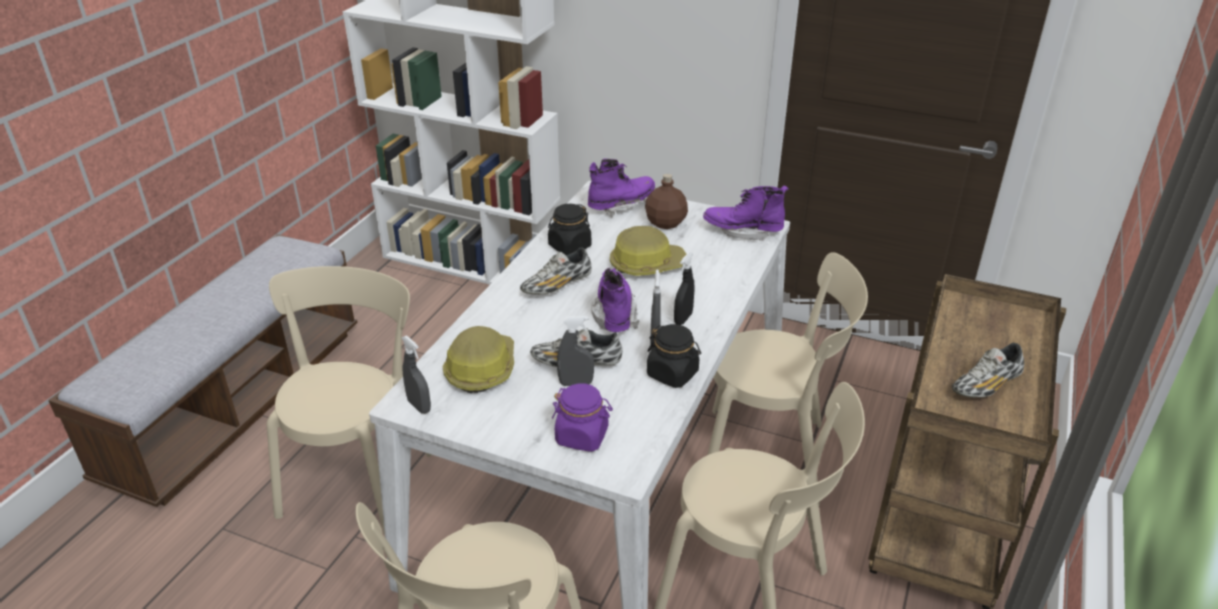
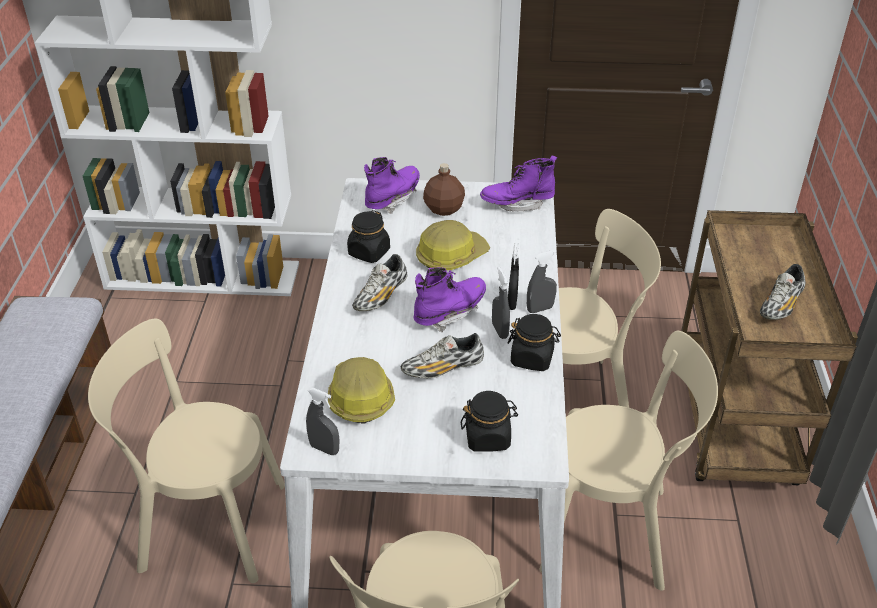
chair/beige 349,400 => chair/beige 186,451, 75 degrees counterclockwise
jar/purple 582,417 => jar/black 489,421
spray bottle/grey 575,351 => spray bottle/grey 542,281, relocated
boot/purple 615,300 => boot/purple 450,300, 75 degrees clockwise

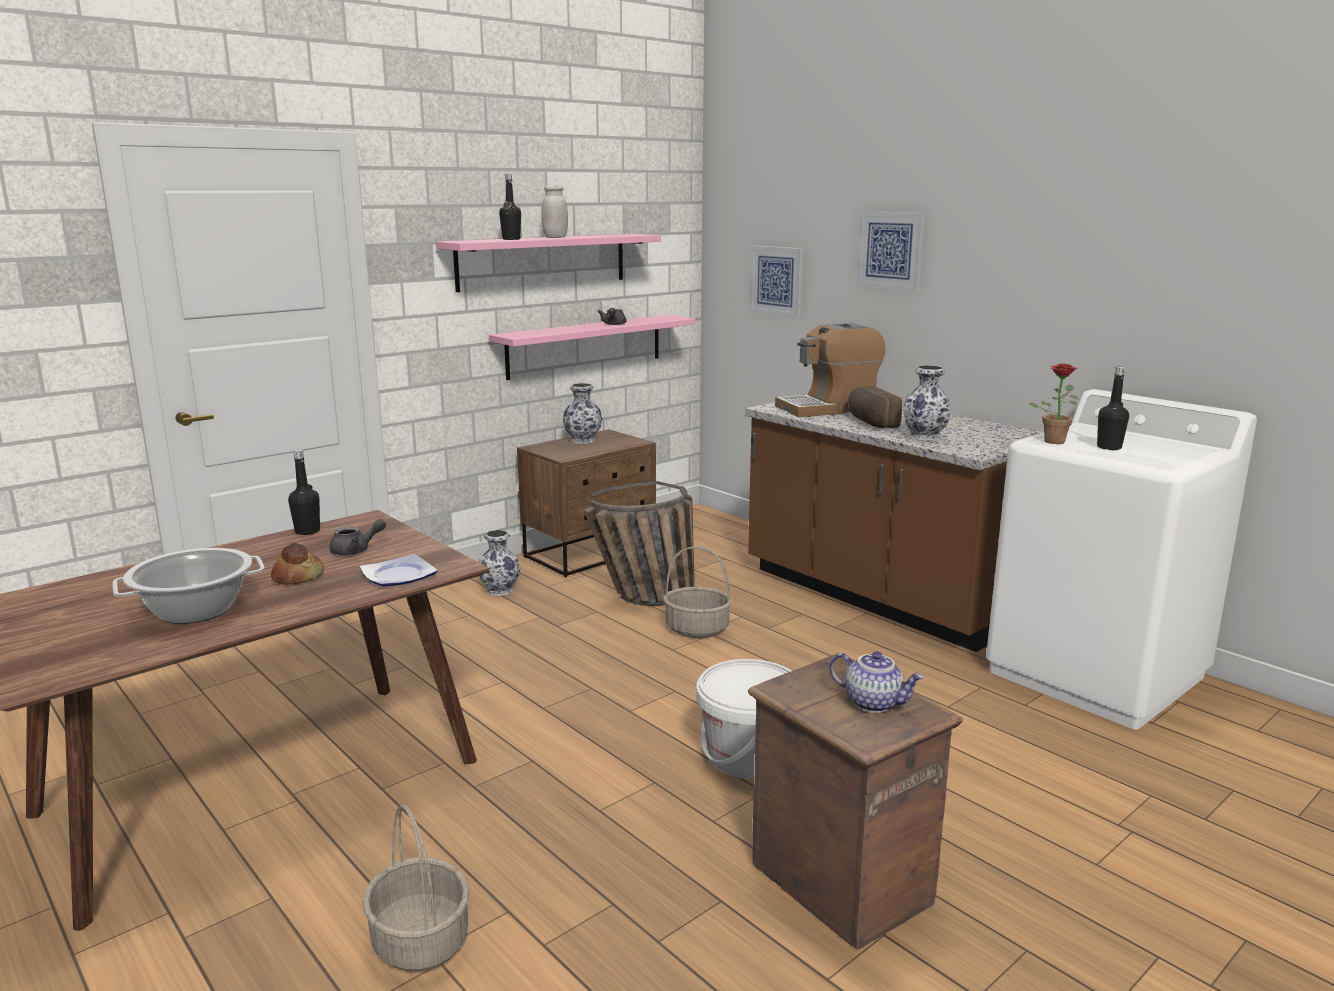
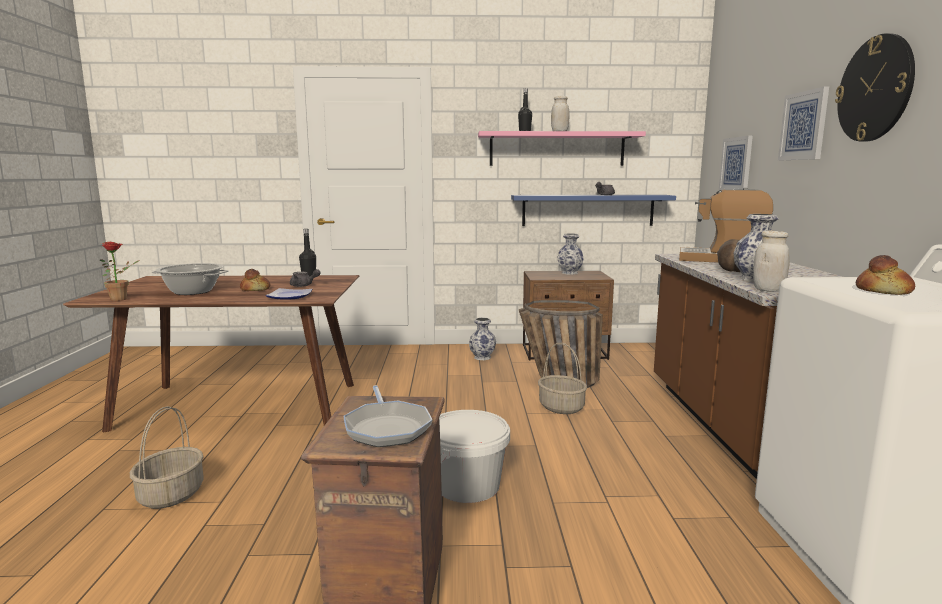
shelf/pink 592,347 => shelf/blue 593,210
teapot 876,682 => frying pan 388,416
potted plant 1053,403 => potted plant 120,271, relocated
bottle/black 1113,408 => bread 885,275
nothing => jar/white 771,261
nothing => wall clock 875,87

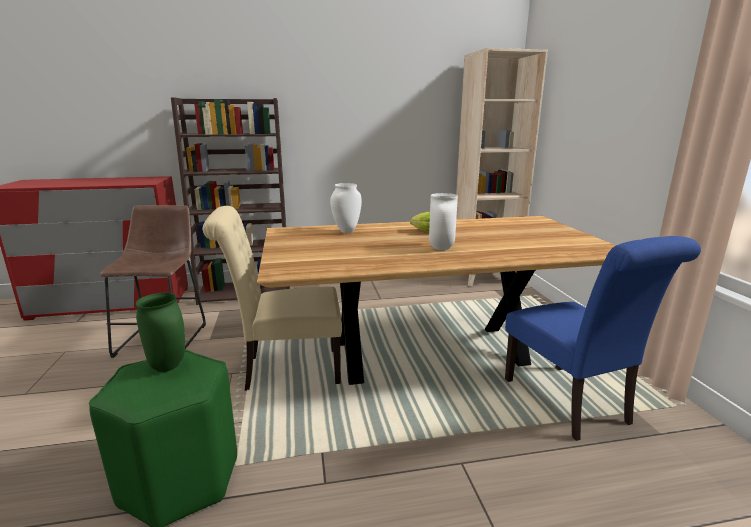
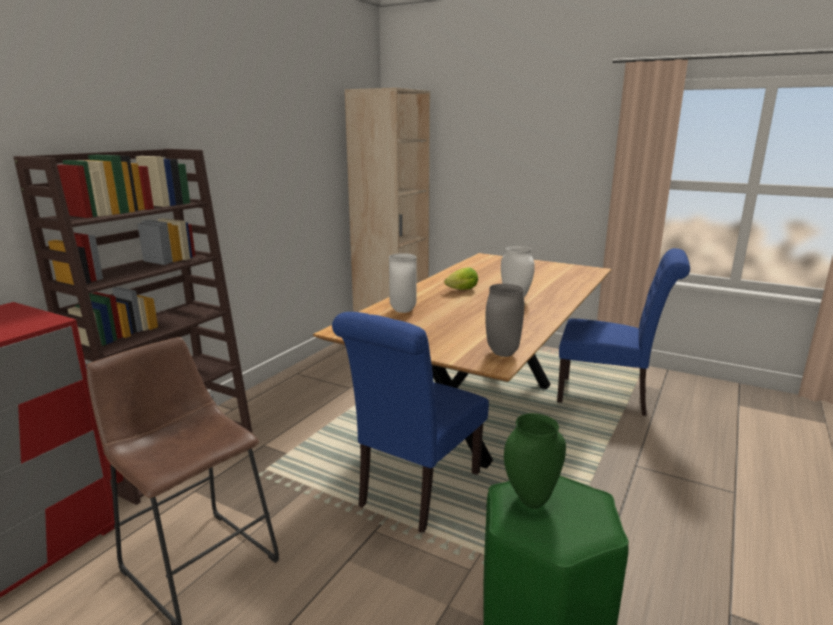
chair/beige 272,298 => chair/blue 410,422
nothing => vase/grey 504,320

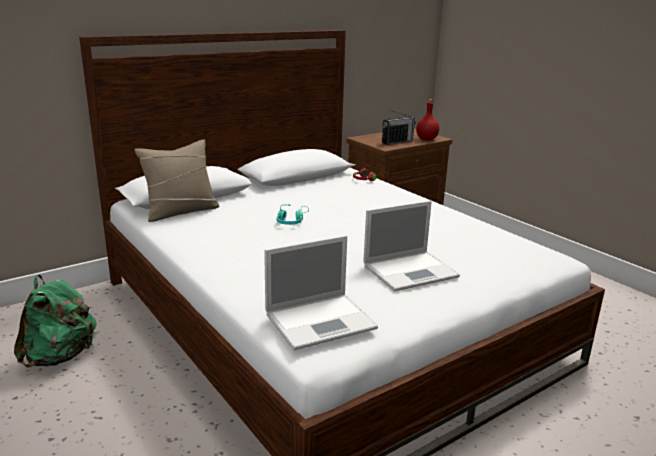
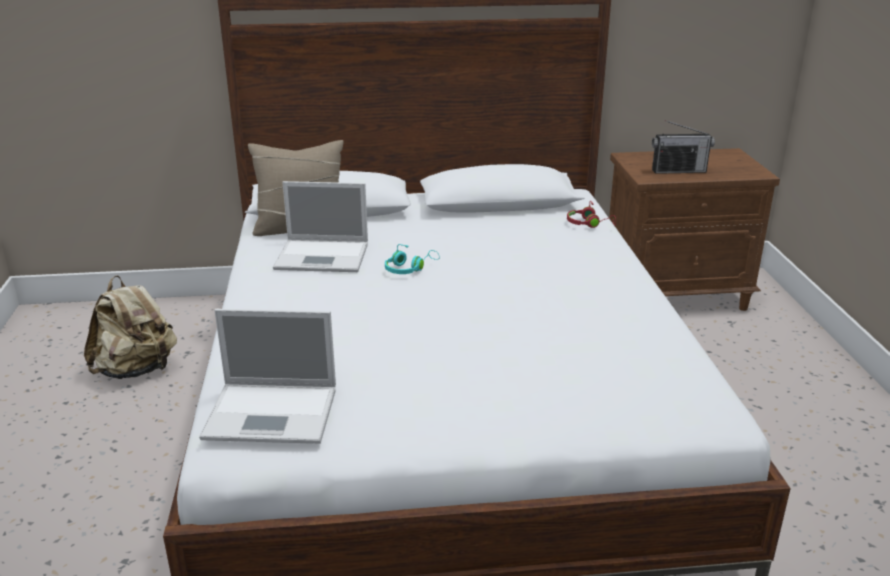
backpack/green 55,321 => backpack/beige 130,327
laptop 411,246 => laptop 320,226, relocated
bottle/red 427,119 => nothing

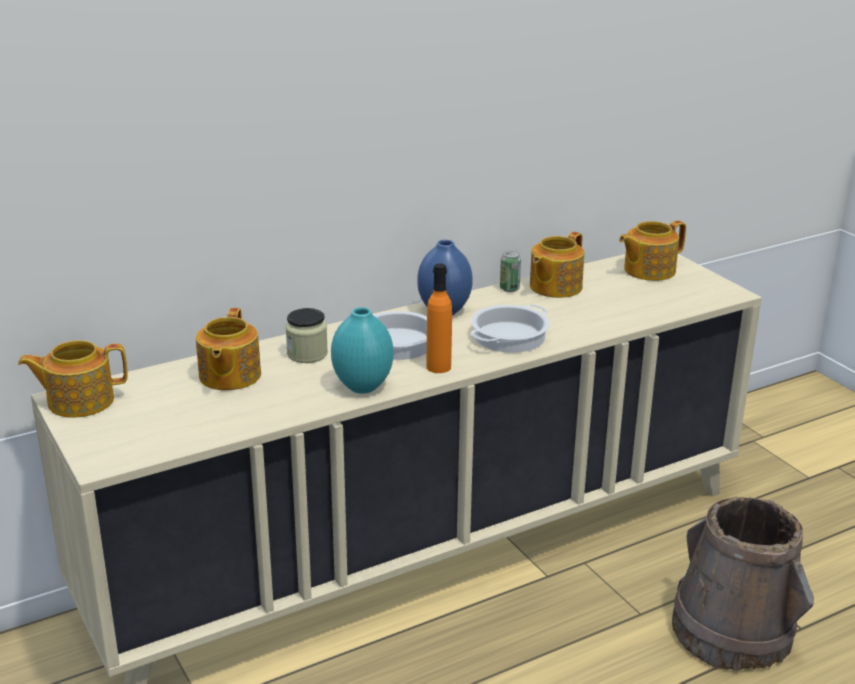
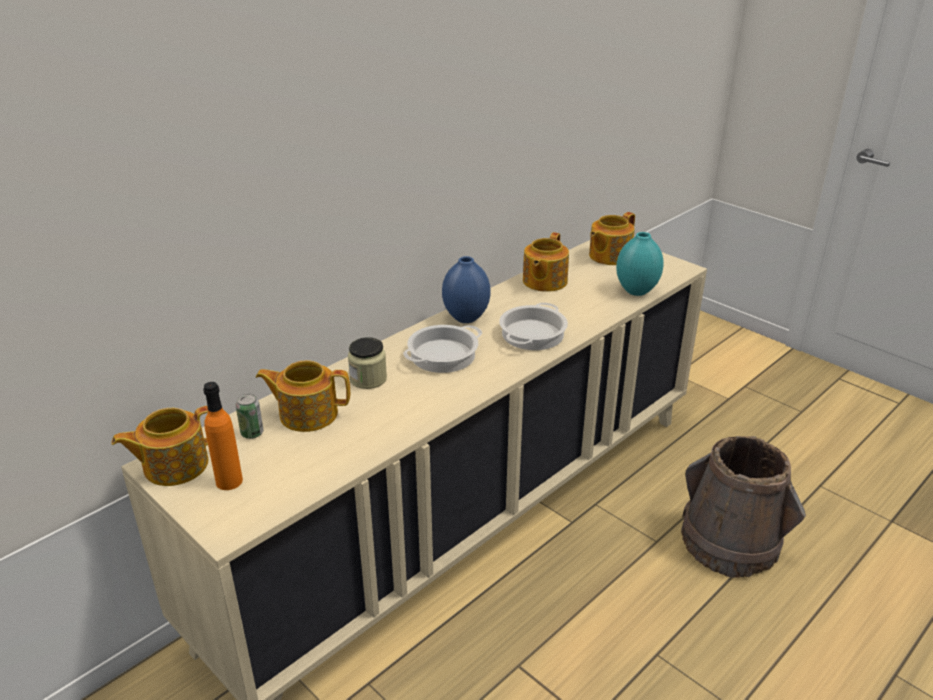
teapot 228,349 => teapot 303,396, 105 degrees clockwise
vase/turquoise 362,350 => vase/turquoise 640,264, relocated
bottle/orange 439,318 => bottle/orange 223,436, relocated
can 510,271 => can 249,416, relocated

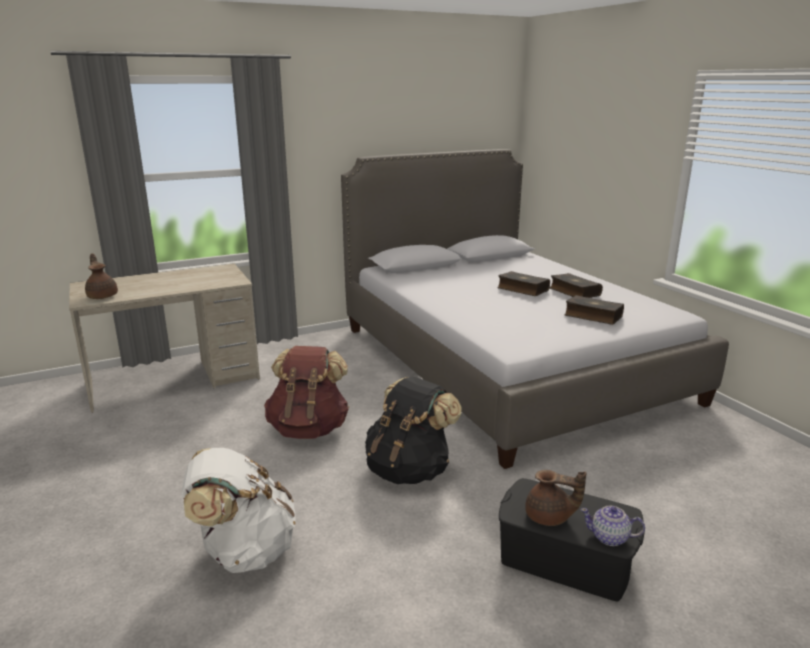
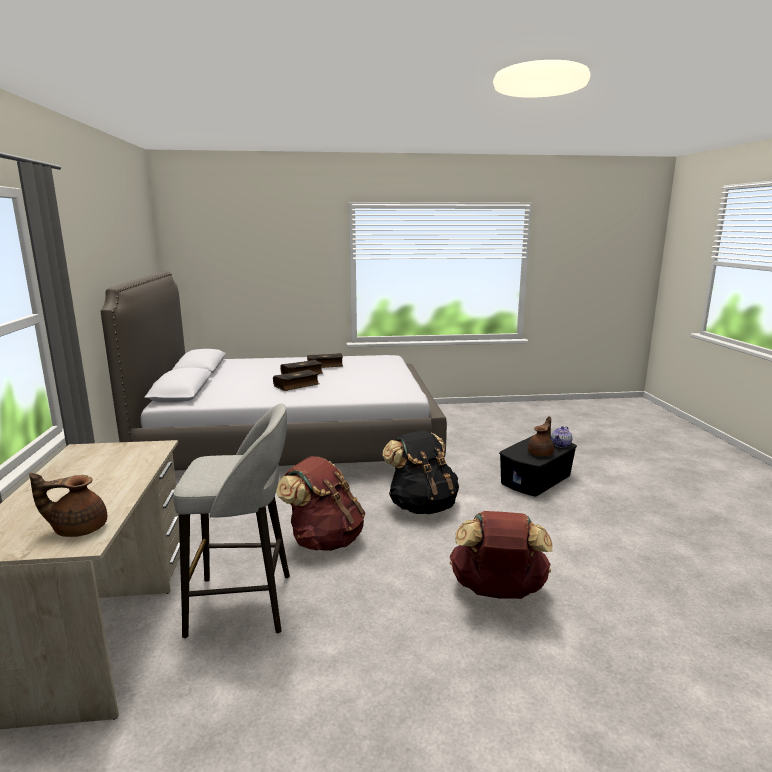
backpack/white 238,510 => backpack/brown 501,555
book 594,310 => book 296,380, relocated
nothing => stool/grey 231,521

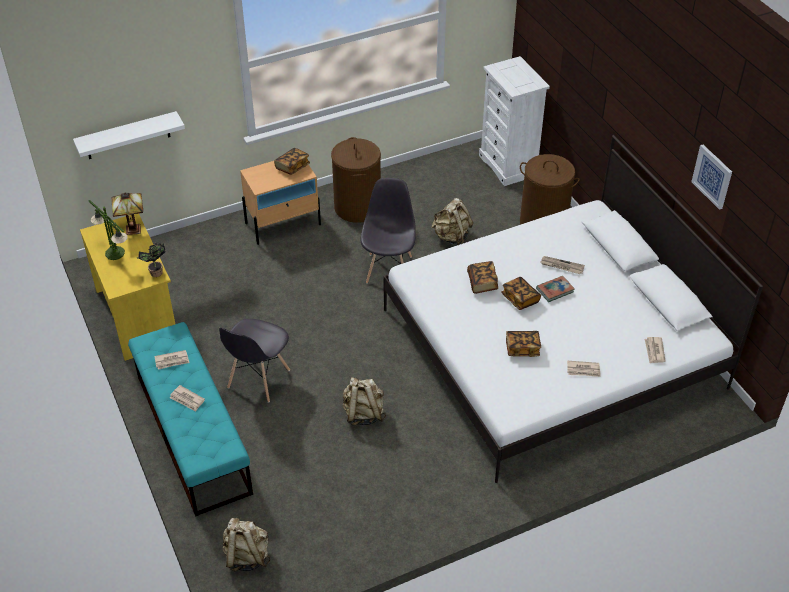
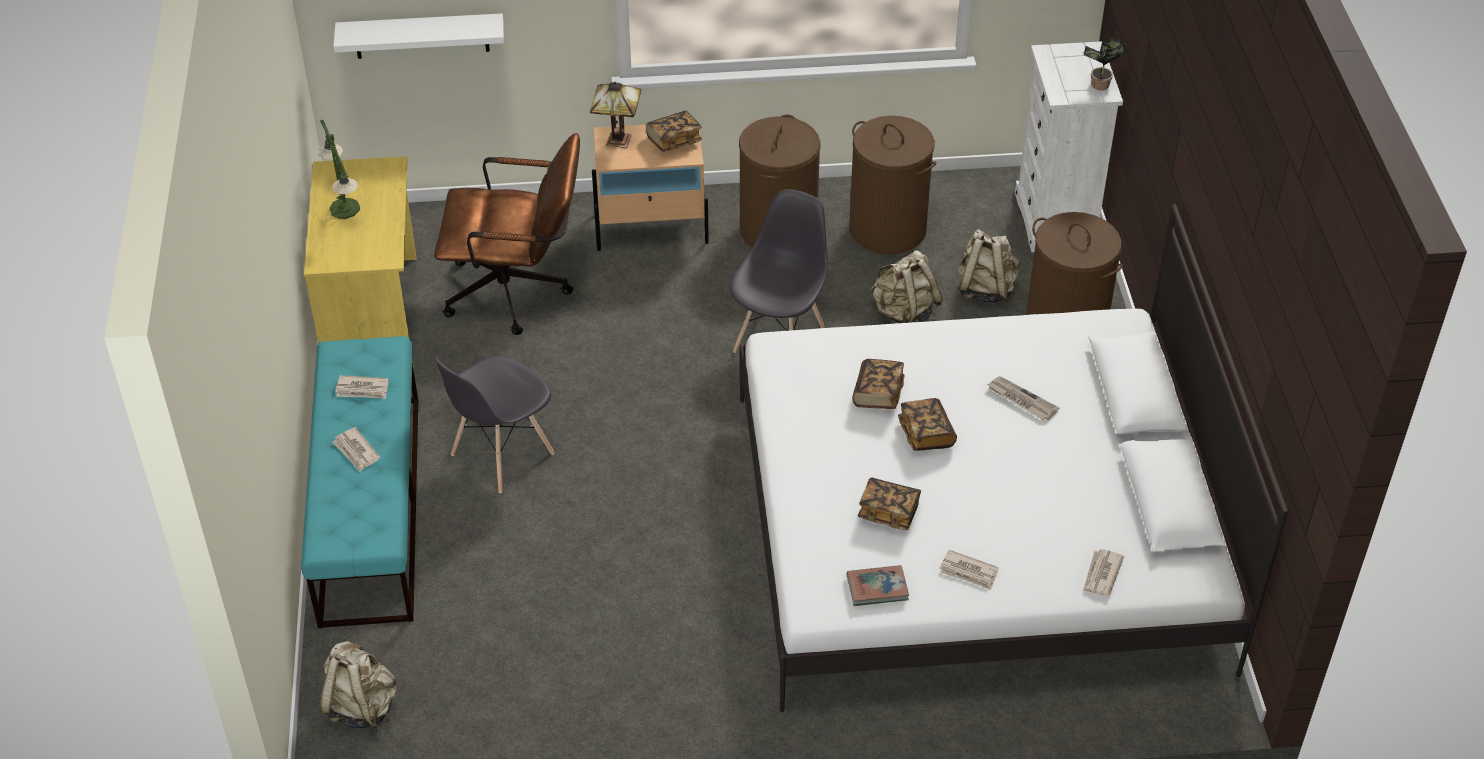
table lamp 127,214 => table lamp 615,115, relocated
potted plant 151,260 => potted plant 1104,64, relocated
backpack/beige 364,401 => backpack/beige 989,266, relocated
book 555,289 => book 878,585, relocated
picture 711,177 => nothing
nothing => office chair/brown 507,234
nothing => laundry basket/brown 893,185

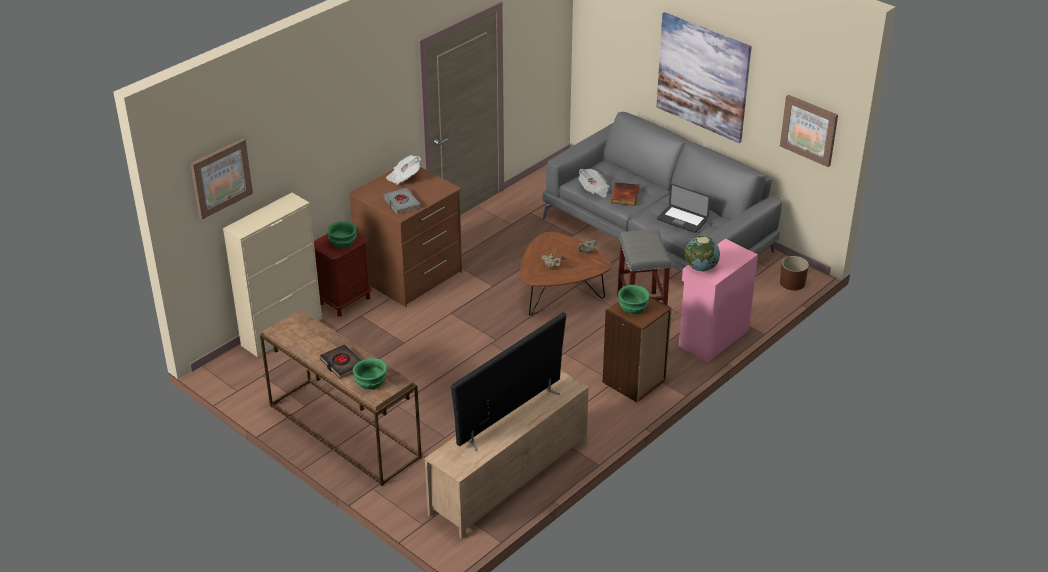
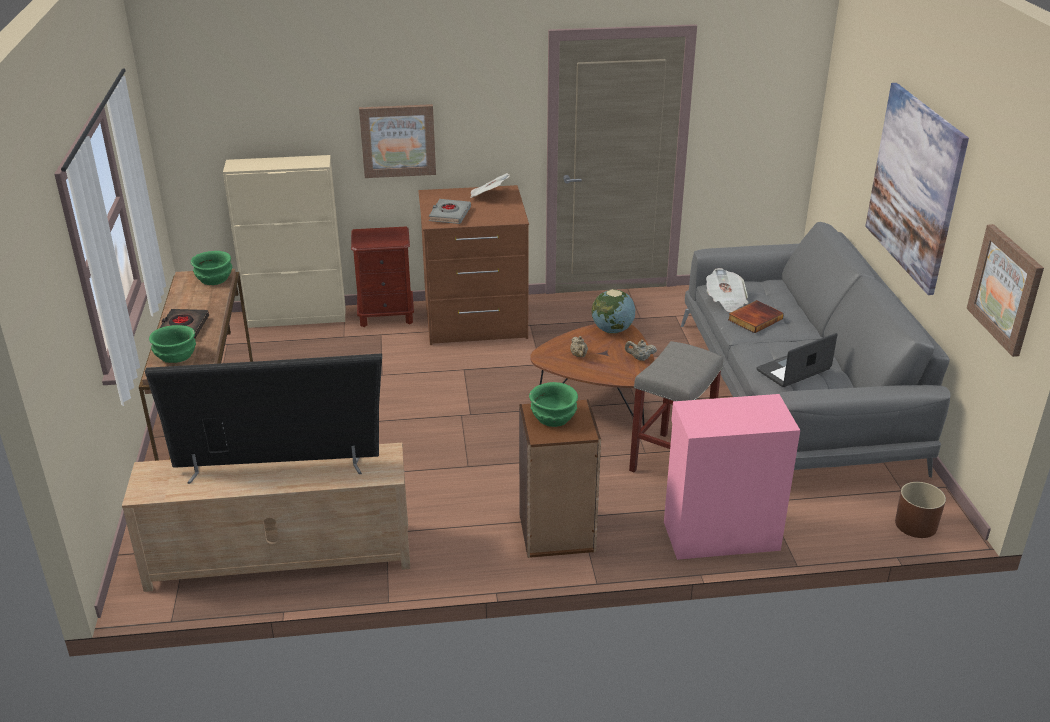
picture 221,178 => picture 397,141, relocated
bowl/green 342,234 => bowl/green 211,268, relocated
laptop 683,208 => laptop 797,360, 75 degrees clockwise
globe 702,254 => globe 613,311, relocated

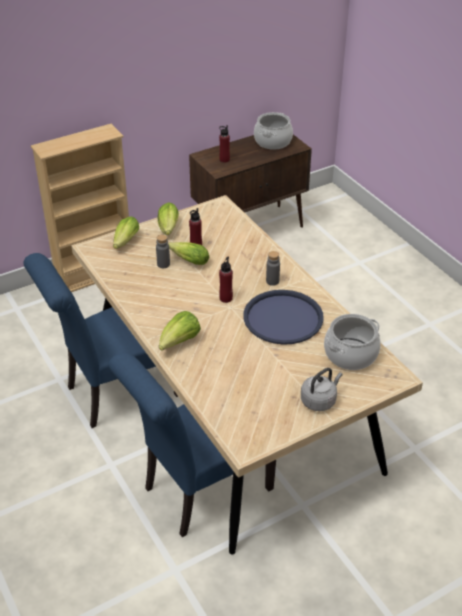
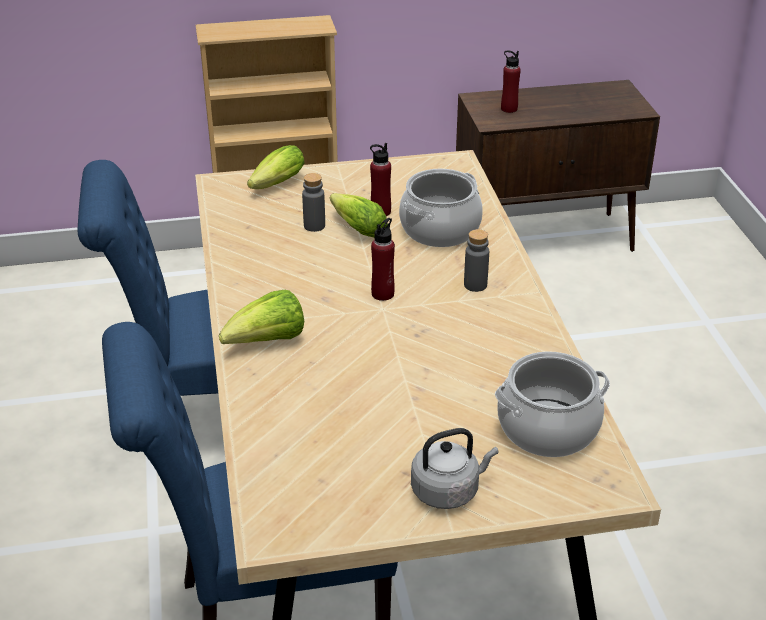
lettuce 168,218 => nothing
tray/blue 283,317 => nothing
cooking pot 273,131 => cooking pot 441,208, relocated

